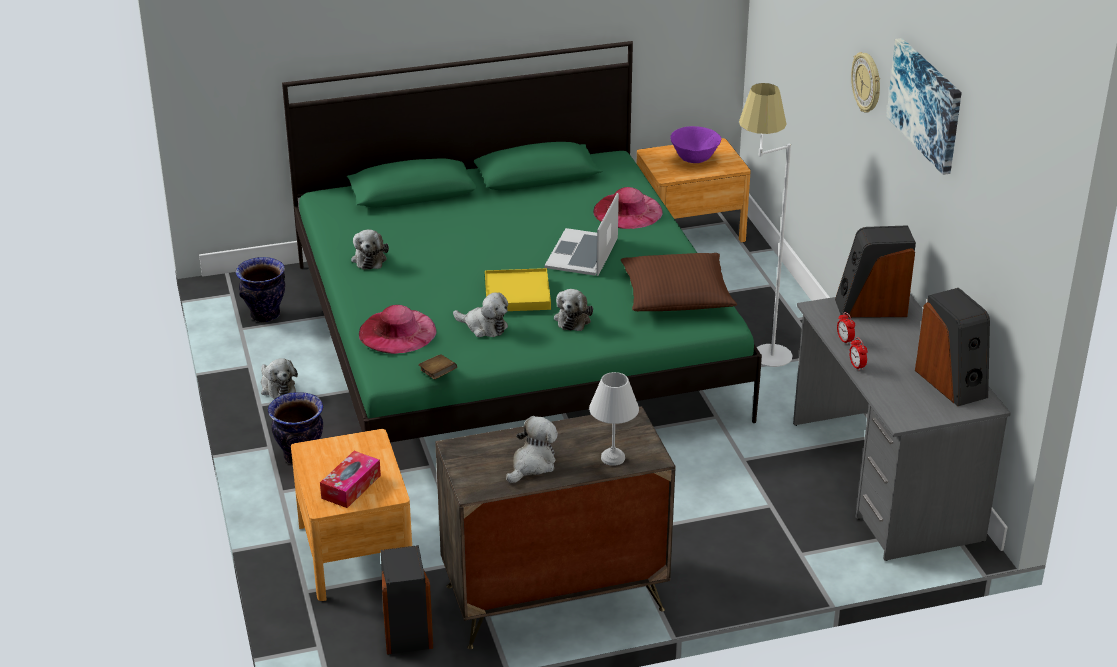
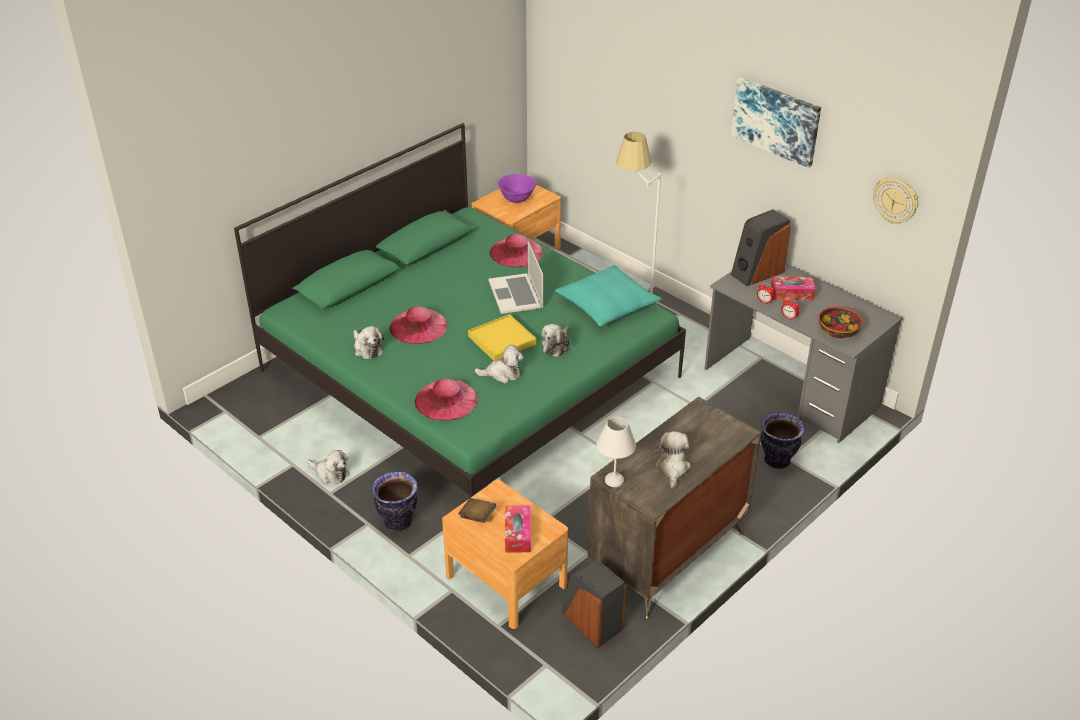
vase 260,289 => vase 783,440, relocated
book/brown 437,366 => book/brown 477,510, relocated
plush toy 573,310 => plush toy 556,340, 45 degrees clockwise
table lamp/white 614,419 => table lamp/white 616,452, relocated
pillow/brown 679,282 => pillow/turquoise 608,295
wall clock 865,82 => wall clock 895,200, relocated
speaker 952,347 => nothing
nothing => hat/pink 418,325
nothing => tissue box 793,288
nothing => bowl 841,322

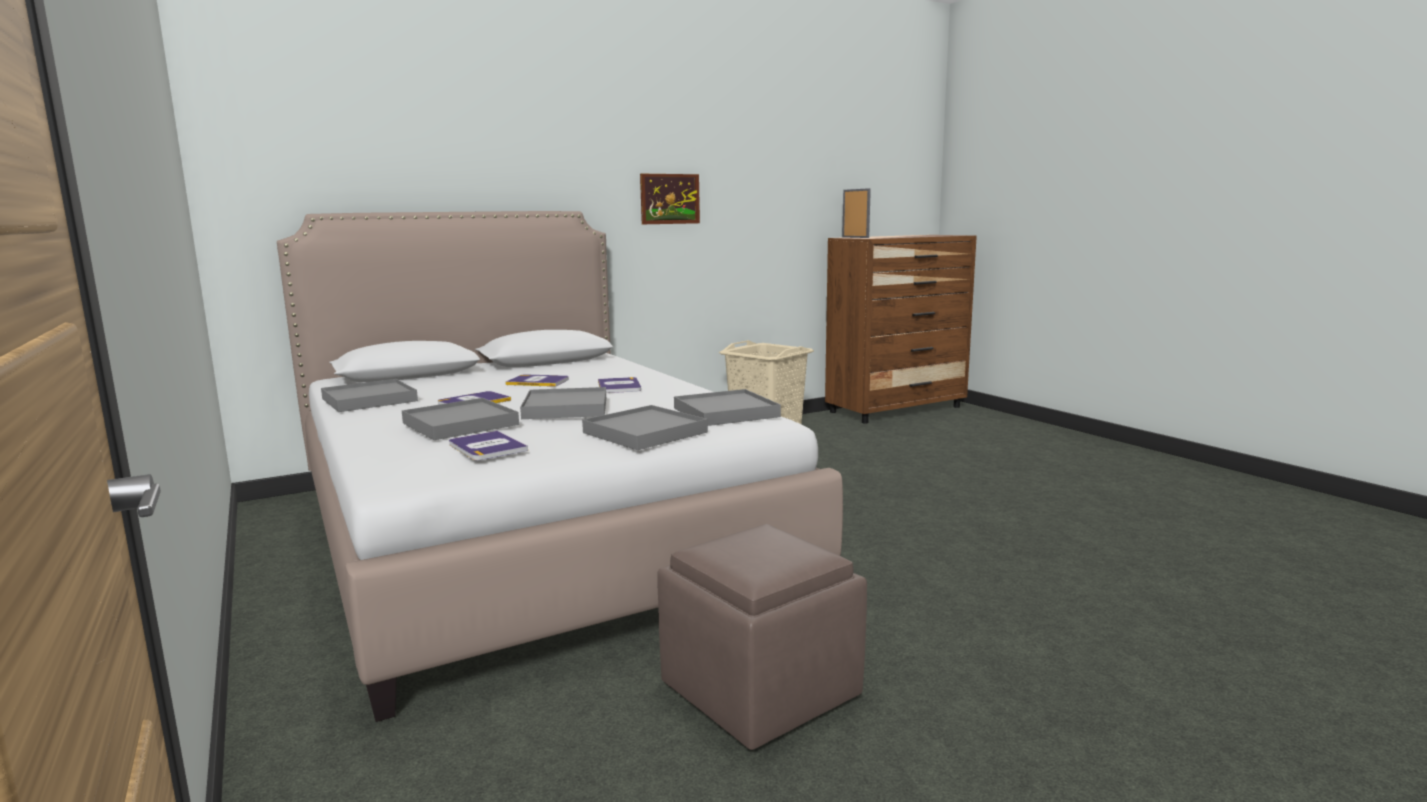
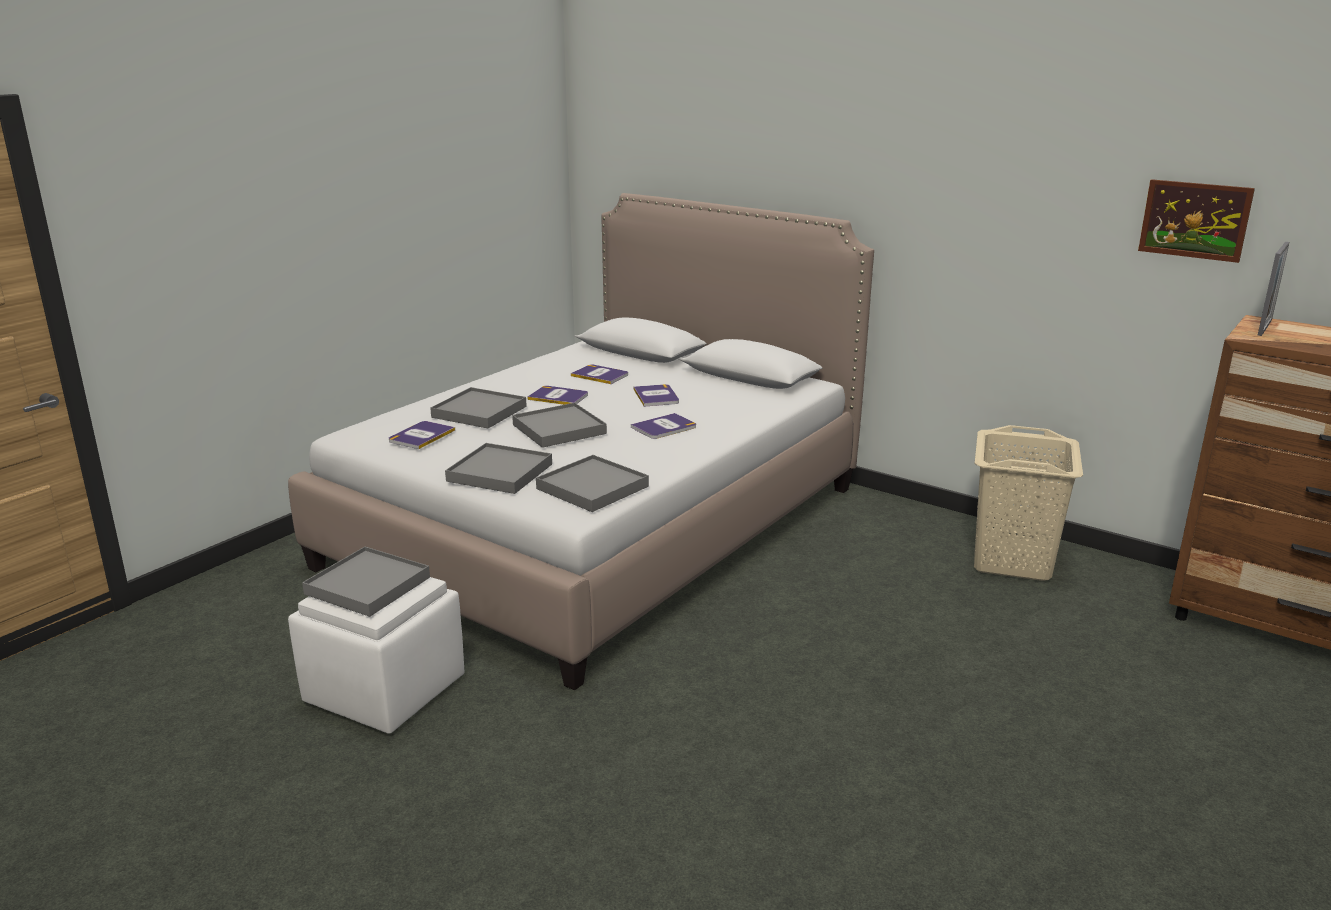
tray/grey 369,395 => tray/grey 366,582, relocated
picture 670,199 => picture 1196,221, relocated
ottoman/brown 762,637 => ottoman/white 376,655
nothing => book 599,374

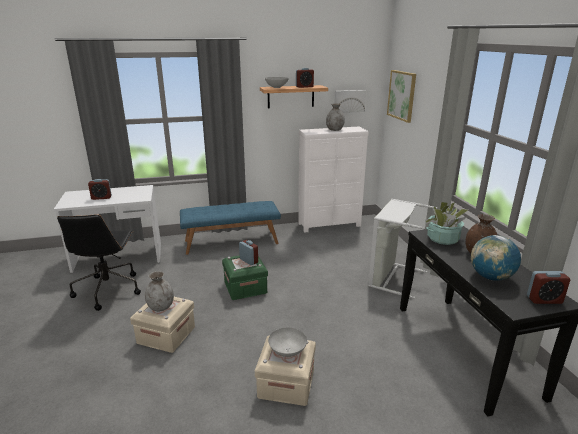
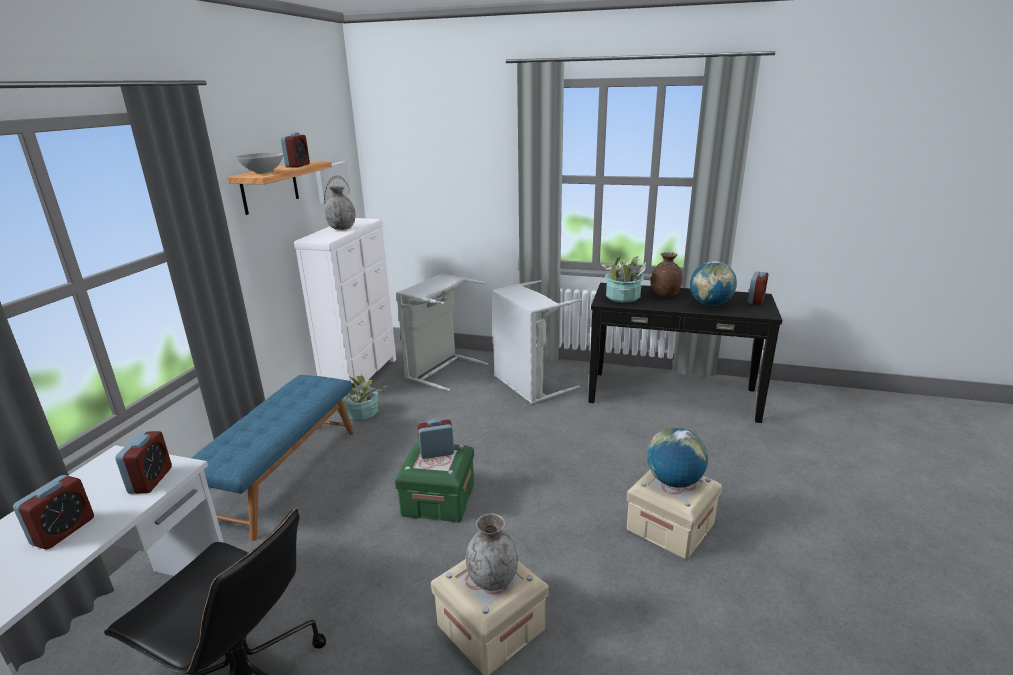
bowl/grey 287,342 => globe 677,457
picture 401,96 => nothing
nothing => alarm clock 143,462
nothing => potted plant 365,397
nothing => laundry basket/grey 442,332

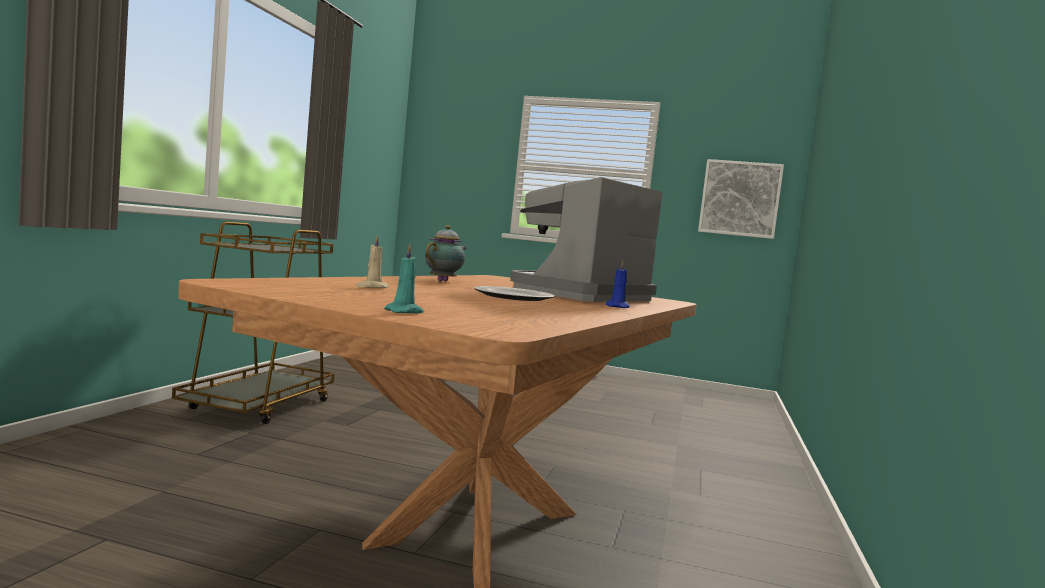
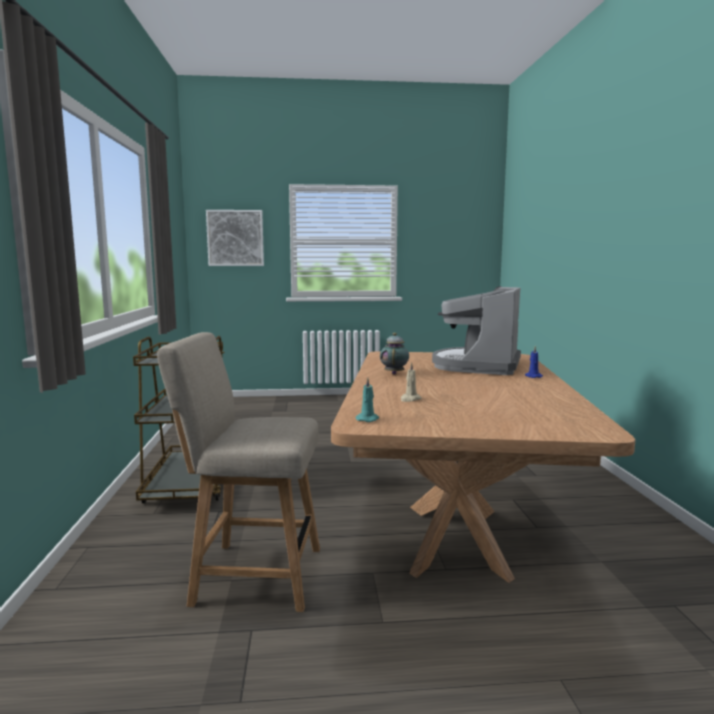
candle/turquoise 404,278 => candle/turquoise 367,400, relocated
plate 514,293 => nothing
picture 741,199 => picture 235,238, relocated
nothing => chair/beige 238,472

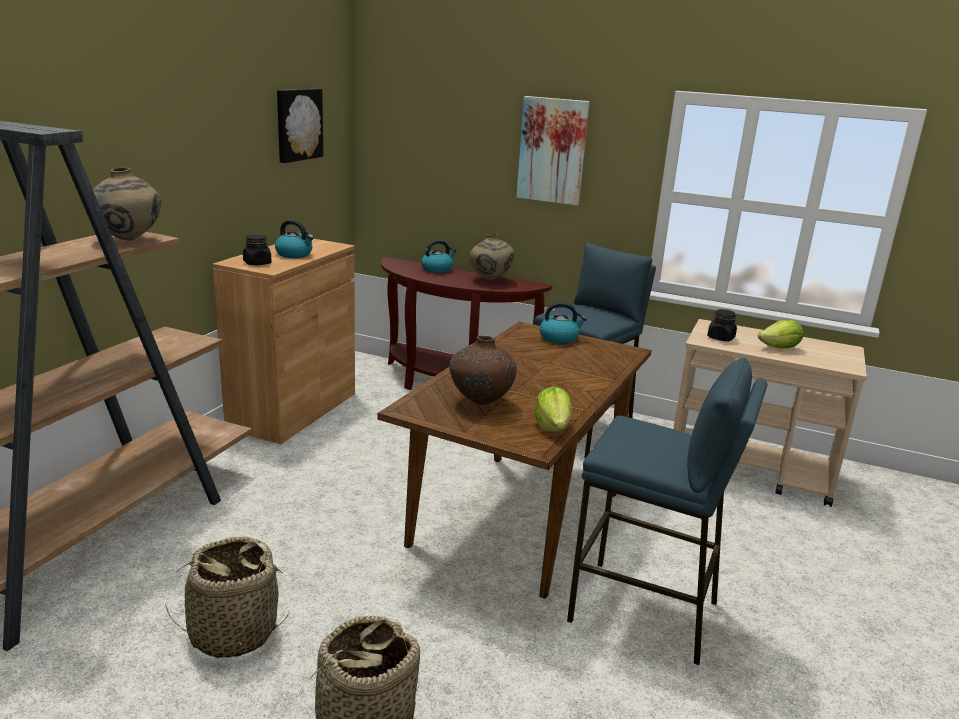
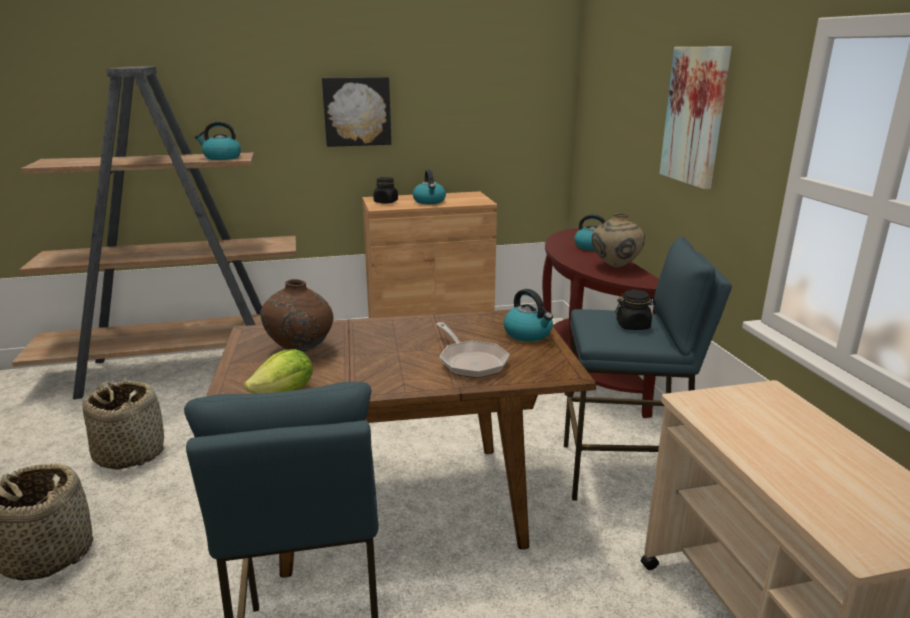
vase/beige 127,204 => kettle 218,140
picture 300,126 => picture 356,112, relocated
jar/black 722,325 => jar/black 635,310, relocated
lettuce 780,334 => nothing
nothing => frying pan 472,350

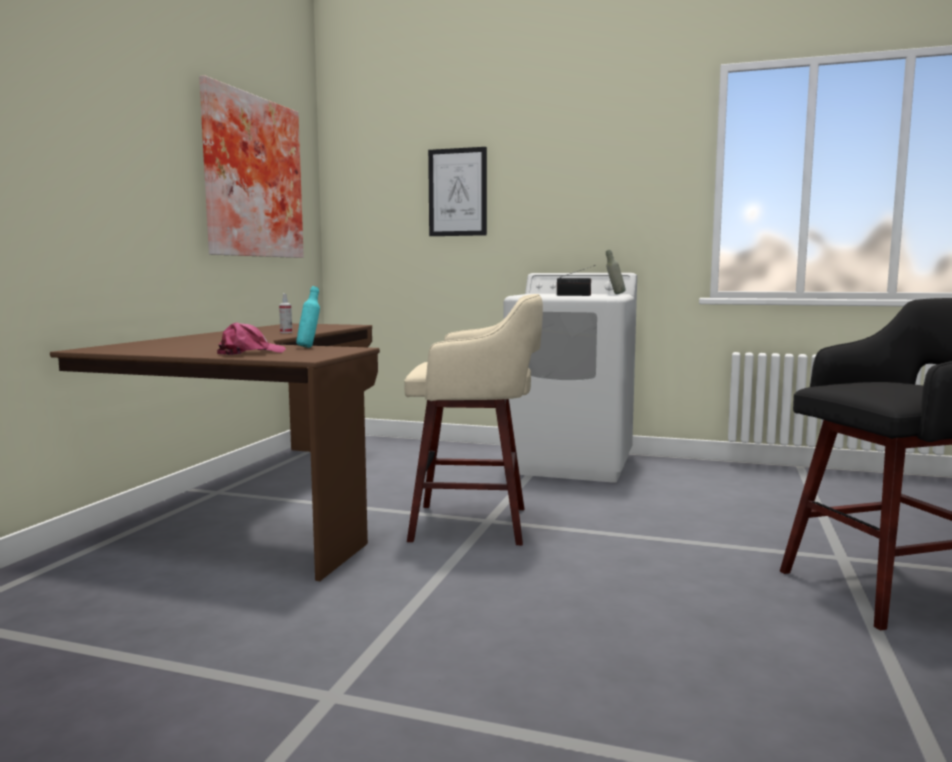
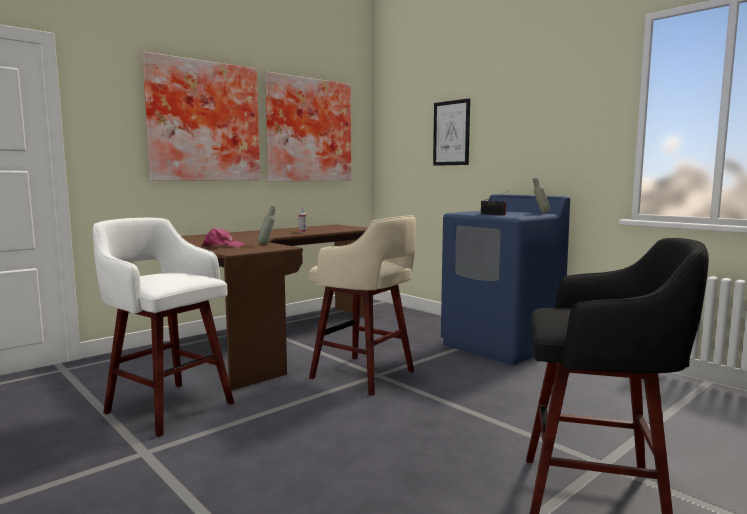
bottle/turquoise 308,317 => bottle/grey 267,225
washing machine/white 570,378 => washing machine/blue 505,279
nothing => stool/white 163,327
nothing => picture 201,116

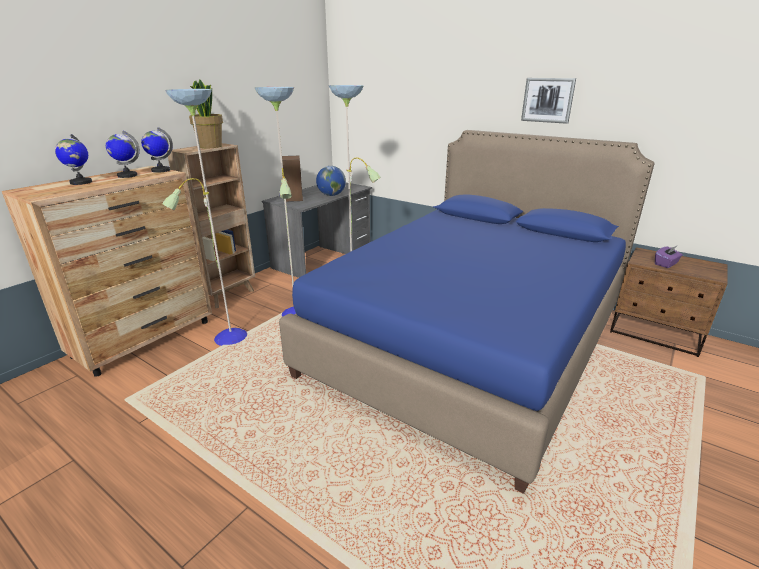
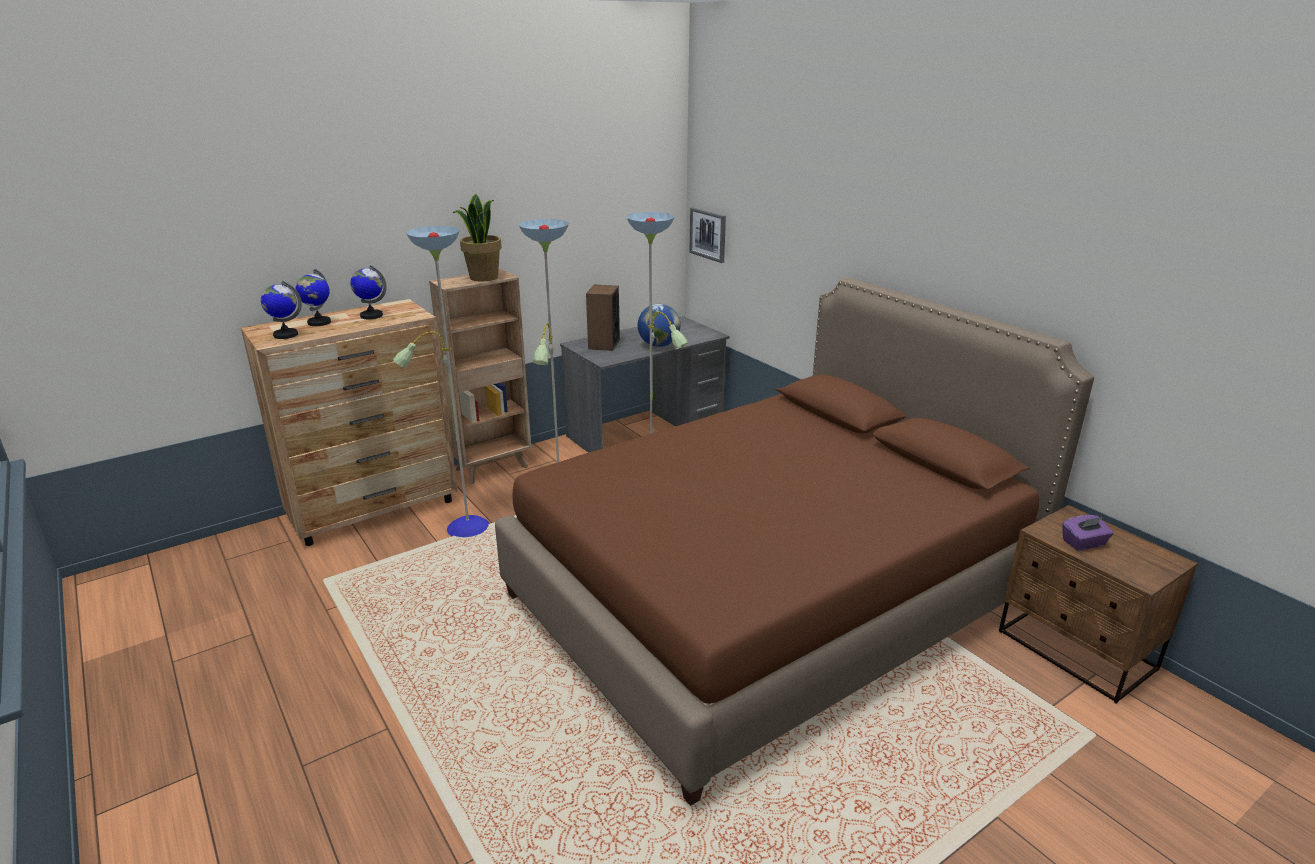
globe 157,150 => globe 281,310, relocated
bed/blue 467,312 => bed/brown 794,542
picture 548,101 => picture 707,235, relocated

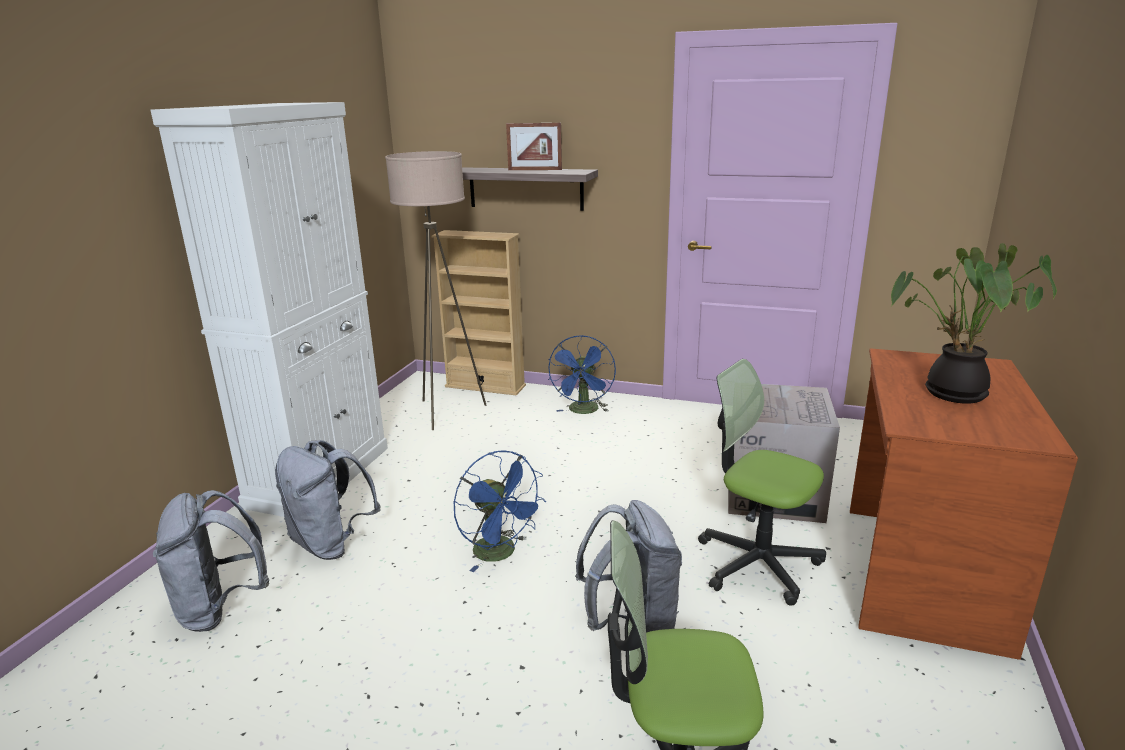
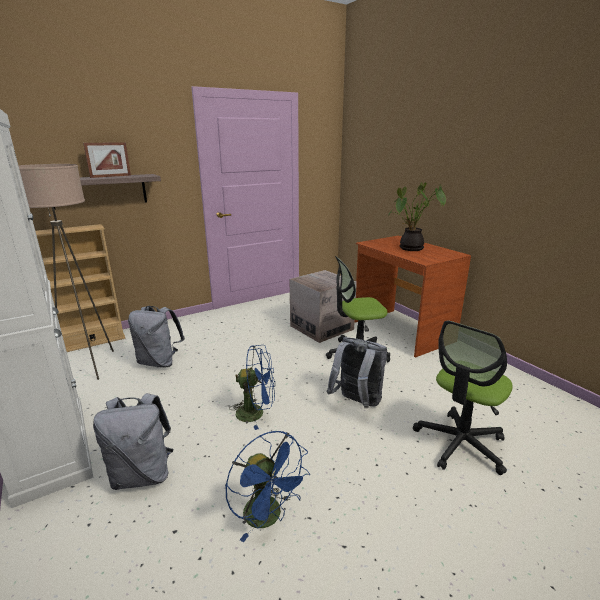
backpack/grey 211,561 => backpack/grey 156,337, relocated
fan/blue 582,374 => fan/blue 268,486, relocated

